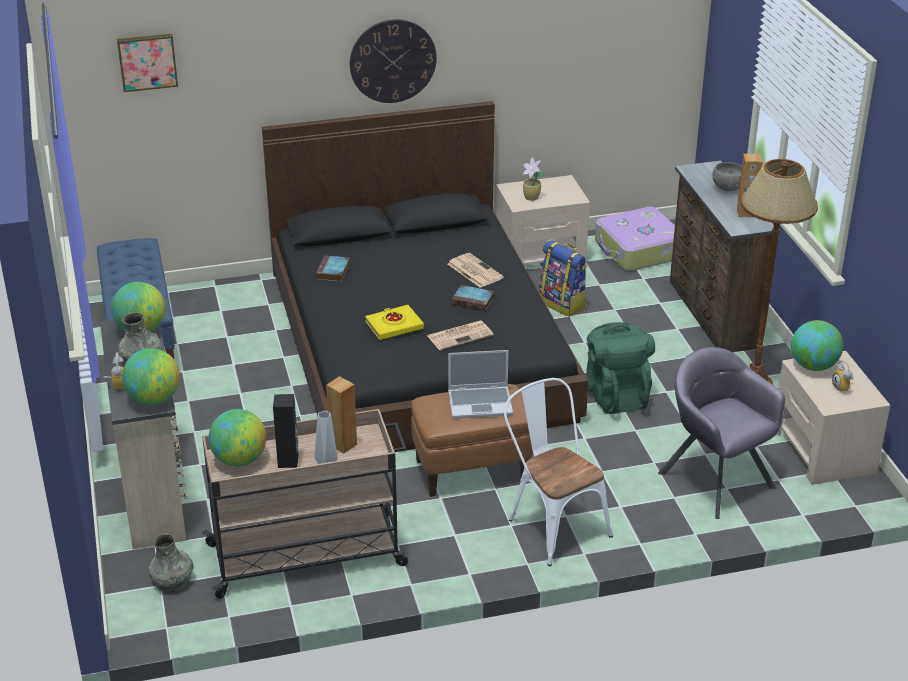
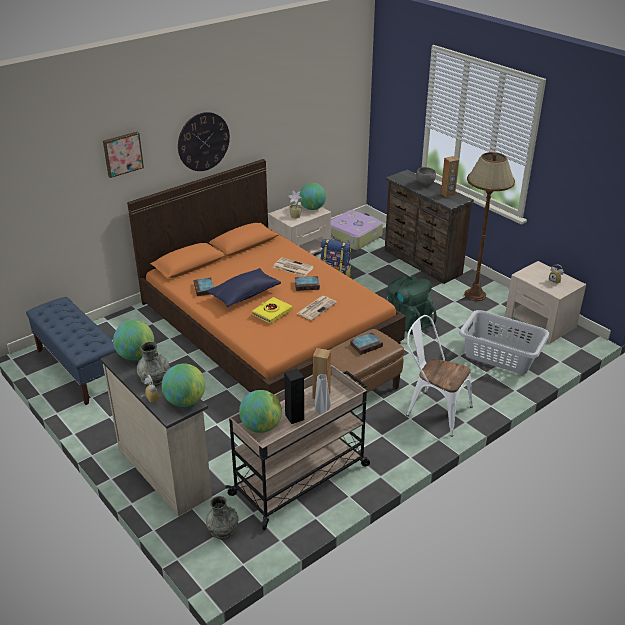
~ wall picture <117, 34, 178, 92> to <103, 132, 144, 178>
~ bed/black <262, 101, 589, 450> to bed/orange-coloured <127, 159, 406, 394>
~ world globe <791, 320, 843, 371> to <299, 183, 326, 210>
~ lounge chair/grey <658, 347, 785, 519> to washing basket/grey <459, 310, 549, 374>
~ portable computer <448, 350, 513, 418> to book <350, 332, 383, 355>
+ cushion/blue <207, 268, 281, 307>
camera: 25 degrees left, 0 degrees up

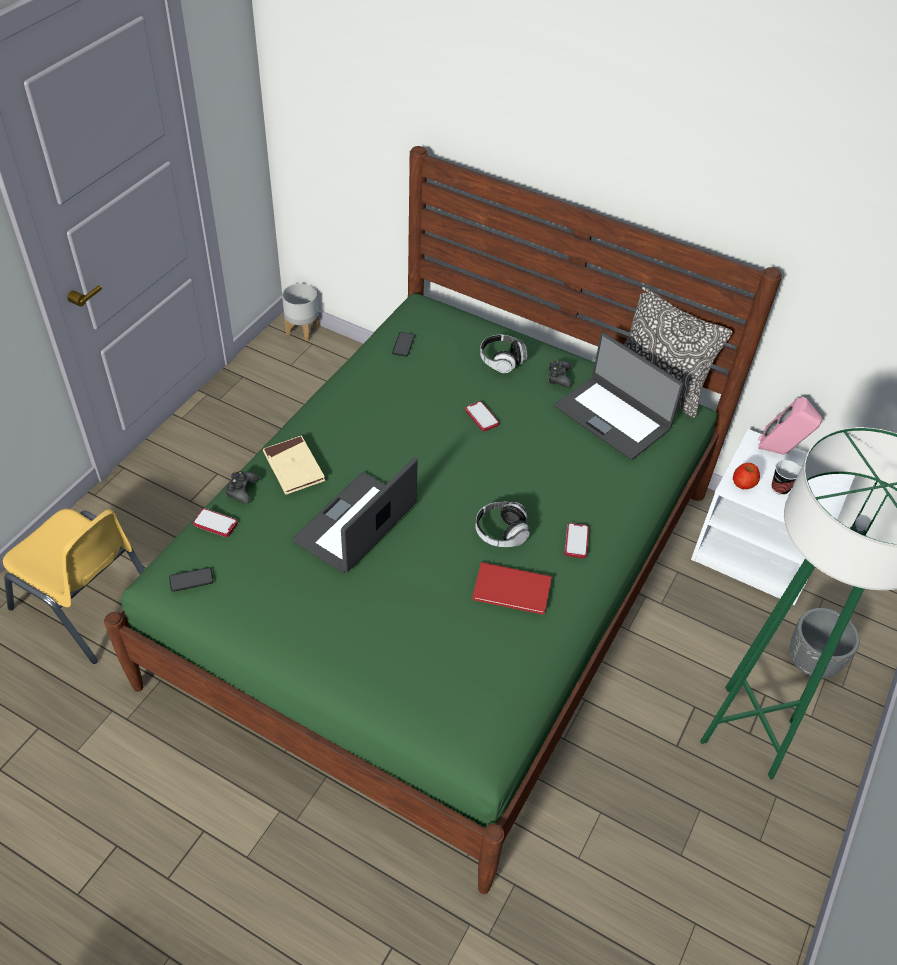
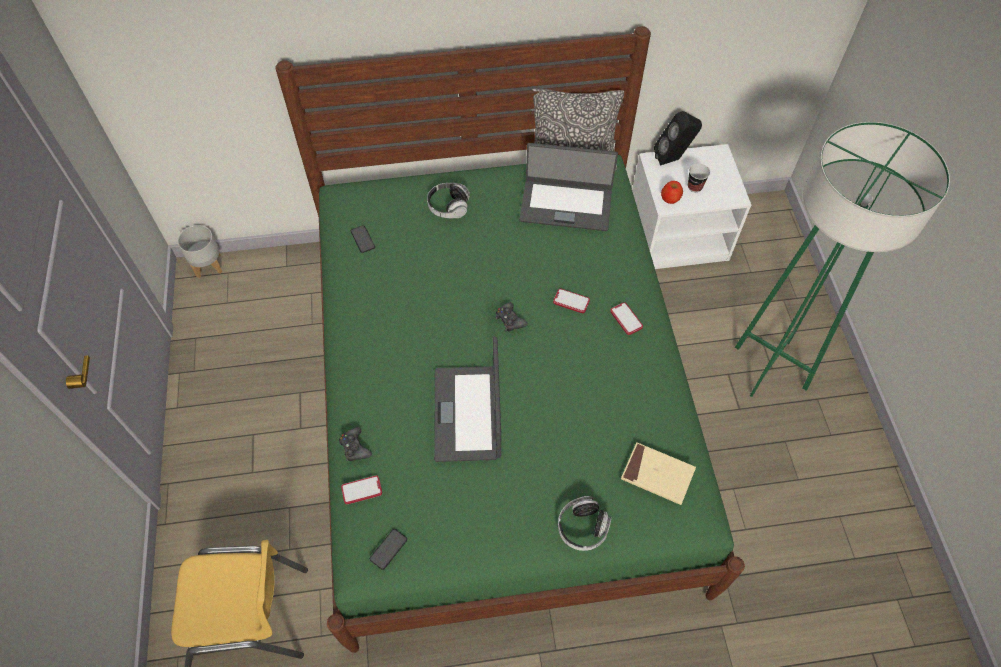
~ gamepad/black <547, 361, 572, 388> to <496, 302, 528, 332>
~ speaker/pinkish <758, 397, 822, 455> to speaker/black <654, 111, 702, 166>
~ telephone <465, 401, 499, 431> to <553, 288, 590, 313>
~ book/beige <263, 436, 325, 495> to <621, 442, 696, 505>
~ headset <475, 501, 530, 547> to <558, 496, 612, 551>
- book/reddish <472, 562, 552, 615>
- plant pot/grey <790, 608, 860, 678>
camera: 35 degrees left, 10 degrees up

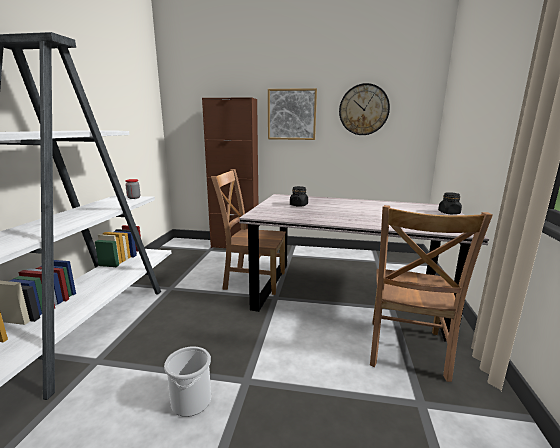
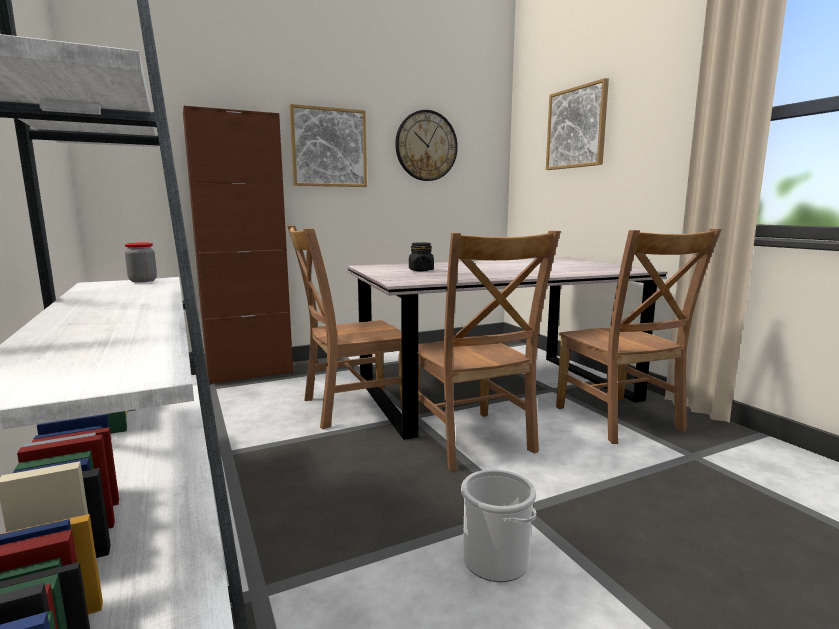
- preserve jar/black <438, 192, 462, 214>
+ wall picture <546, 78, 609, 170>
+ upright chair/brownish <418, 231, 561, 471>
camera: 35 degrees left, 5 degrees down

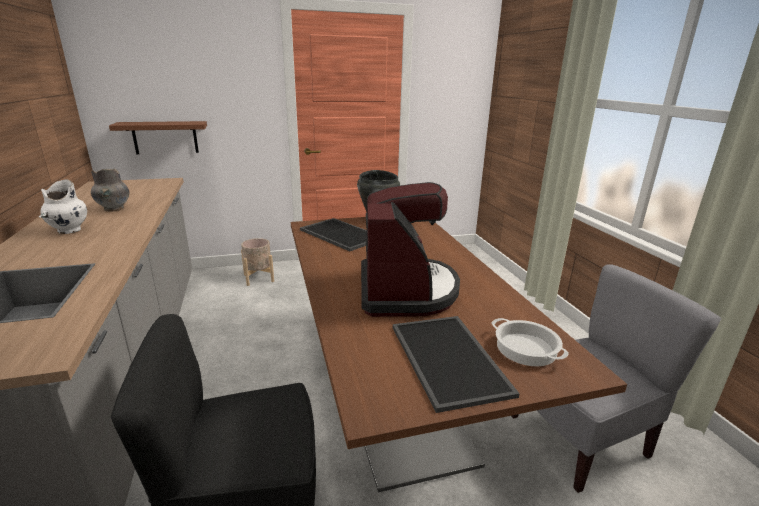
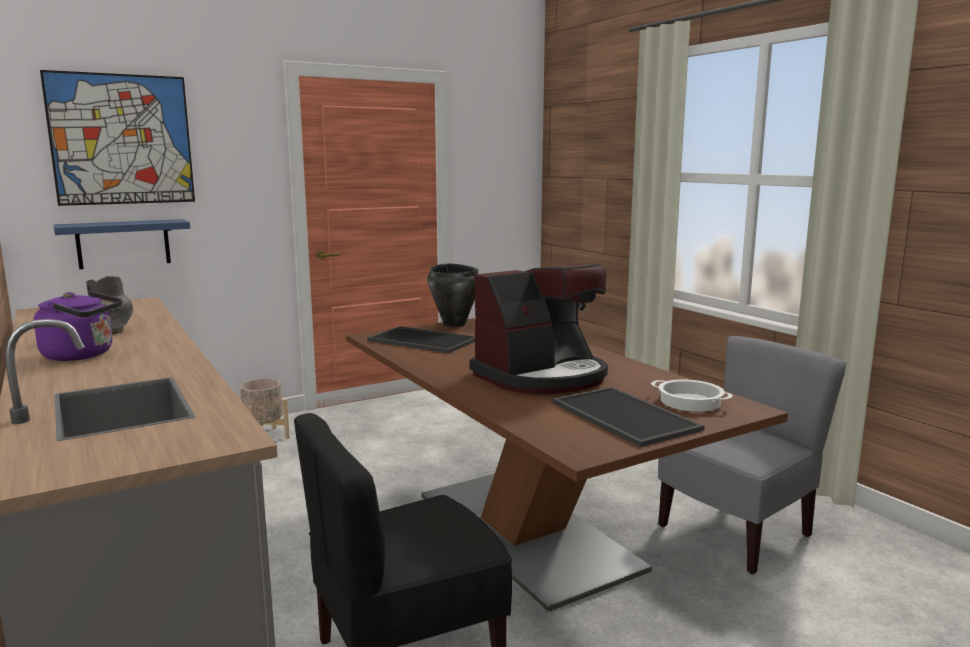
~ shelf/brownish <109, 121, 207, 154> to shelf/blue <54, 219, 190, 269>
~ decorative vase/white <39, 179, 87, 234> to kettle/purplish <34, 291, 122, 361>
~ coffee maker <361, 182, 460, 317> = <469, 264, 608, 394> 75 degrees clockwise
+ wall picture <40, 70, 195, 206>
camera: 15 degrees left, 10 degrees down

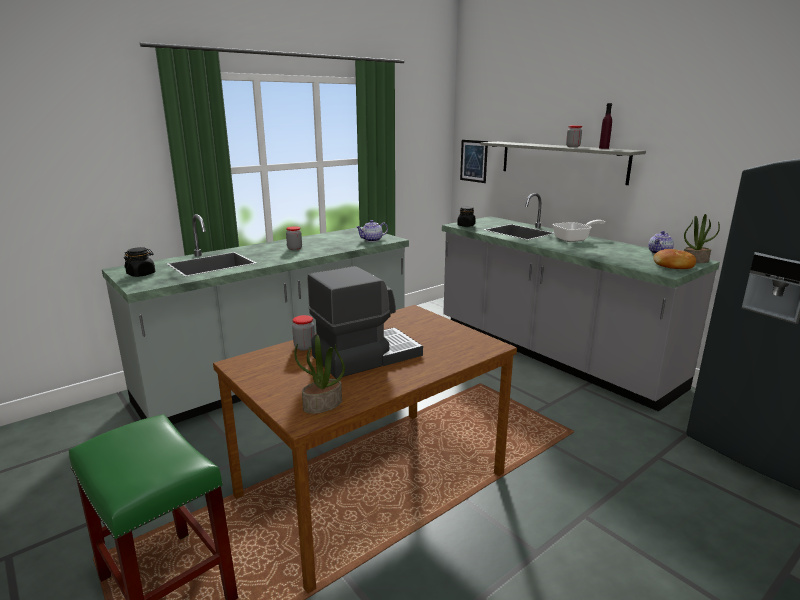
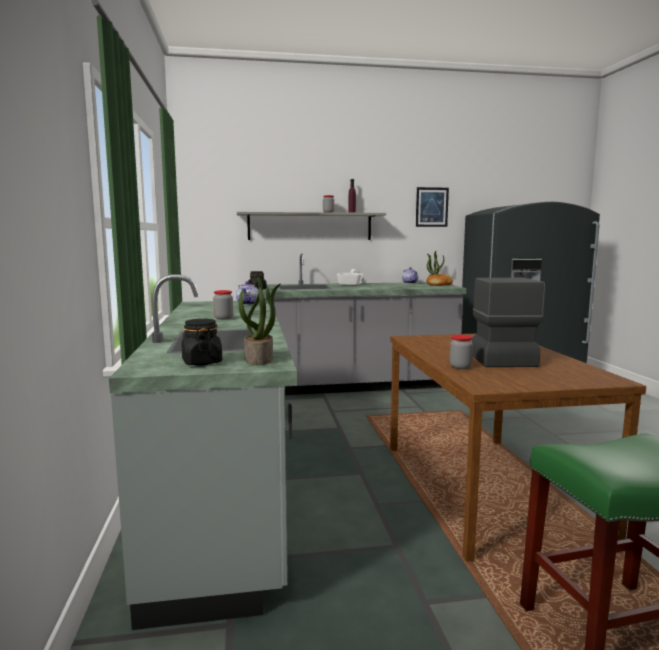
~ wall picture <460, 140, 488, 183> to <416, 187, 449, 227>
~ houseplant <294, 335, 345, 414> to <238, 277, 281, 365>
camera: 60 degrees left, 10 degrees down

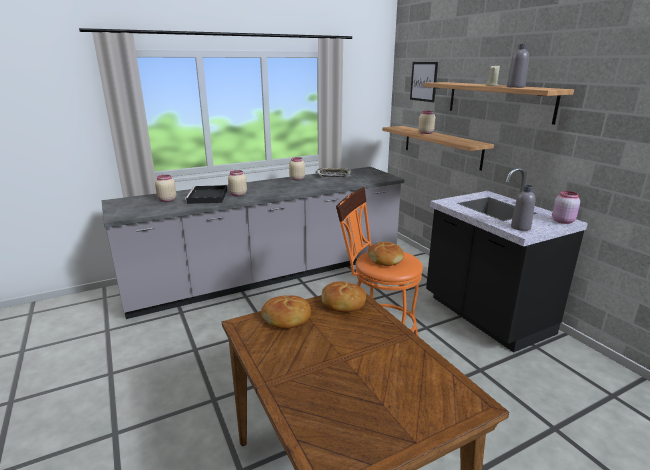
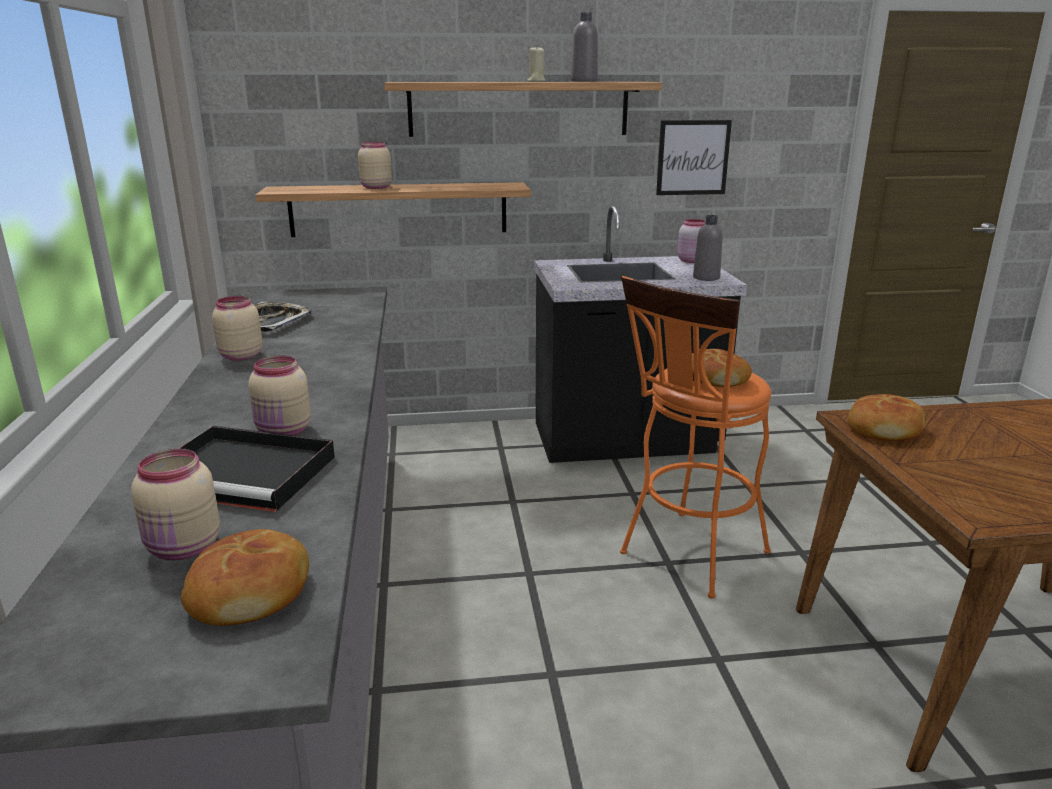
~ wall picture <410, 62, 438, 102> to <656, 120, 732, 195>
~ bread <261, 295, 311, 329> to <181, 529, 309, 626>
camera: 70 degrees left, 0 degrees up

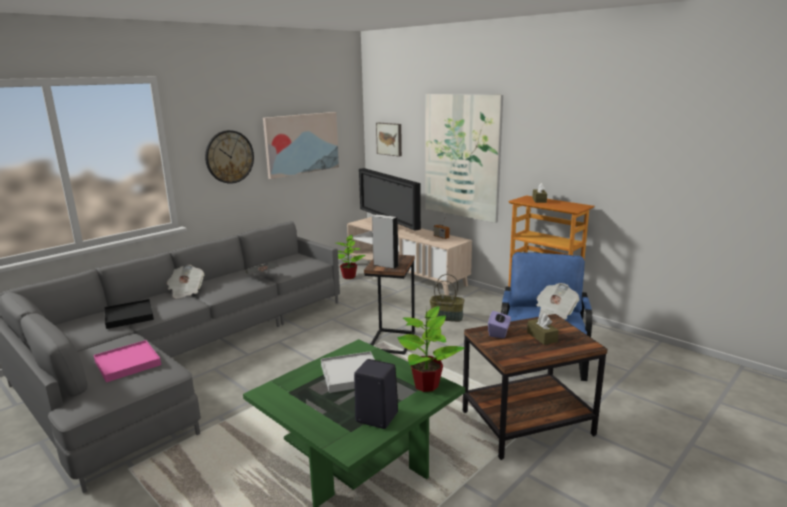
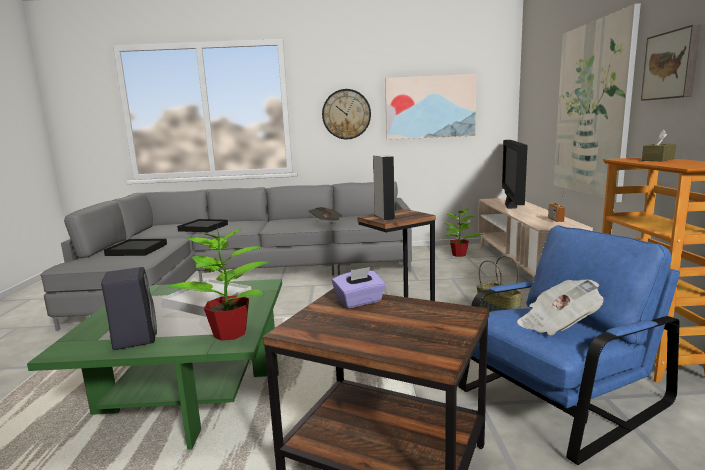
~ wall picture <376, 123, 402, 156> to <641, 24, 701, 101>
- printed paper <166, 264, 204, 298>
- tissue holder/brownish <527, 313, 559, 345>
~ tray/pinkish <94, 340, 161, 382> to tray/black <104, 239, 167, 256>
camera: 45 degrees right, 5 degrees down

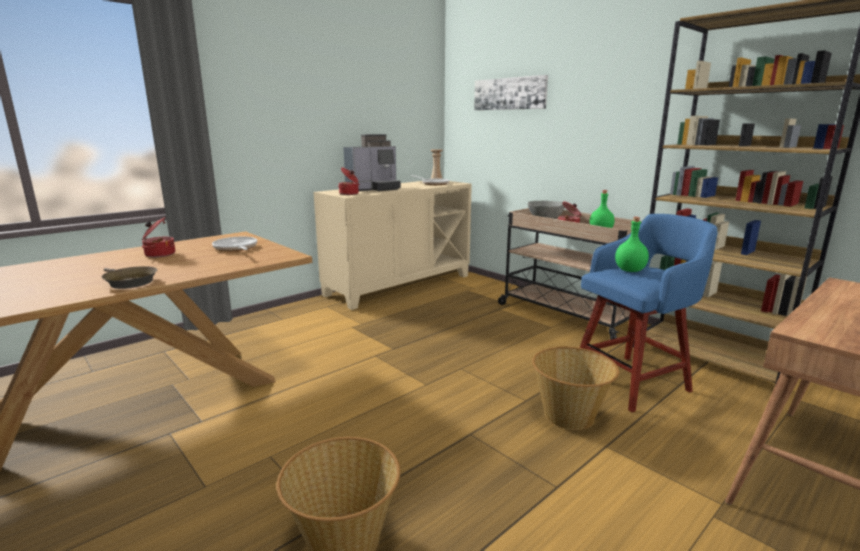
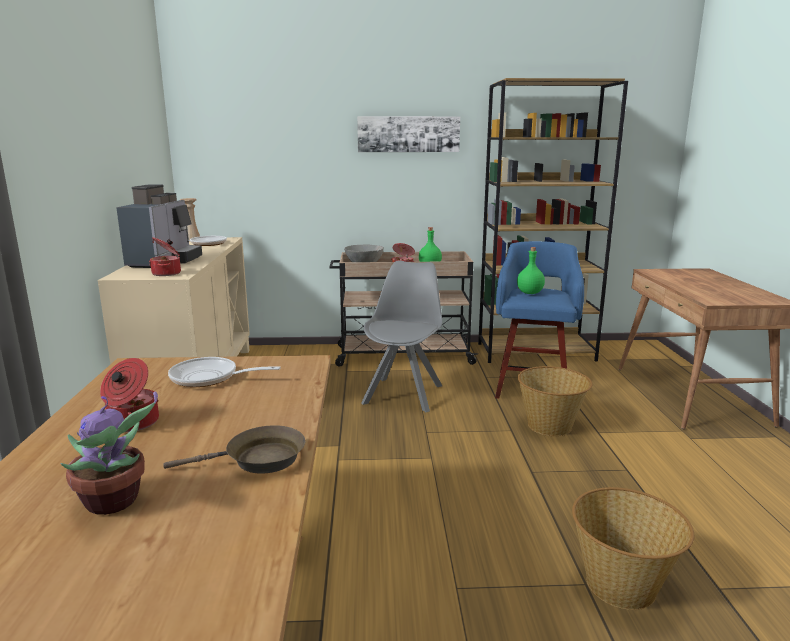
~ wall picture <474, 75, 548, 110> to <357, 116, 460, 152>
+ upright chair/grey <361, 260, 442, 412>
+ houseplant <61, 392, 158, 515>
camera: 50 degrees left, 0 degrees up

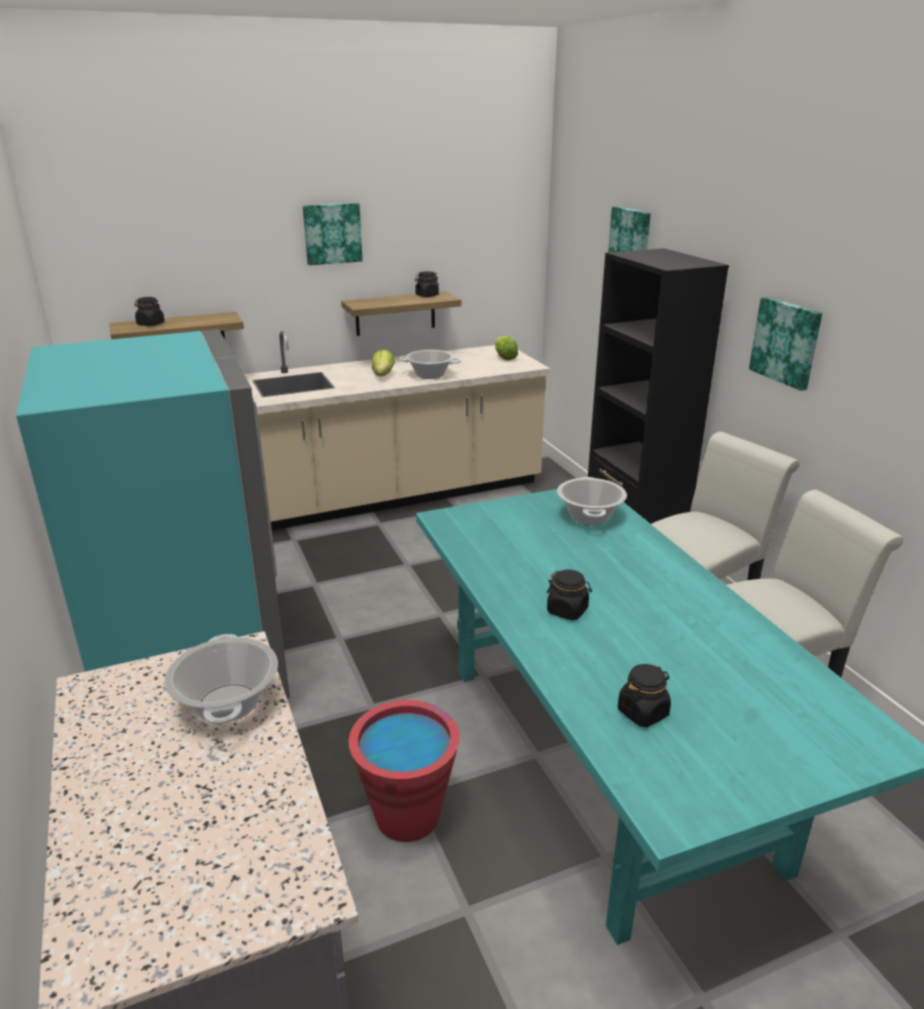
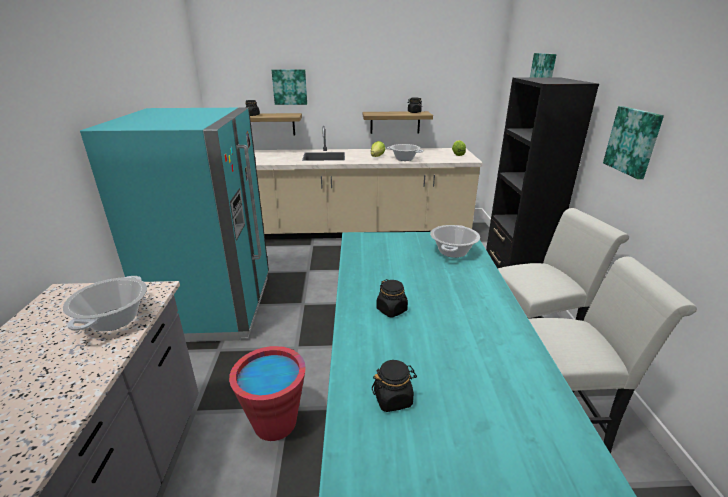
~ wall picture <303, 203, 363, 265> to <272, 69, 307, 105>
camera: 20 degrees right, 0 degrees up

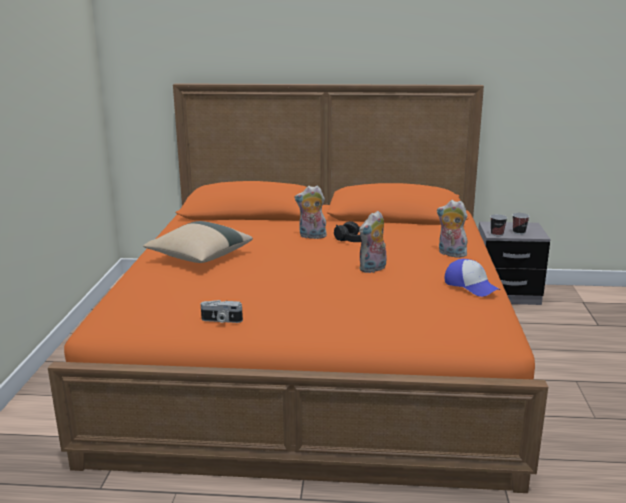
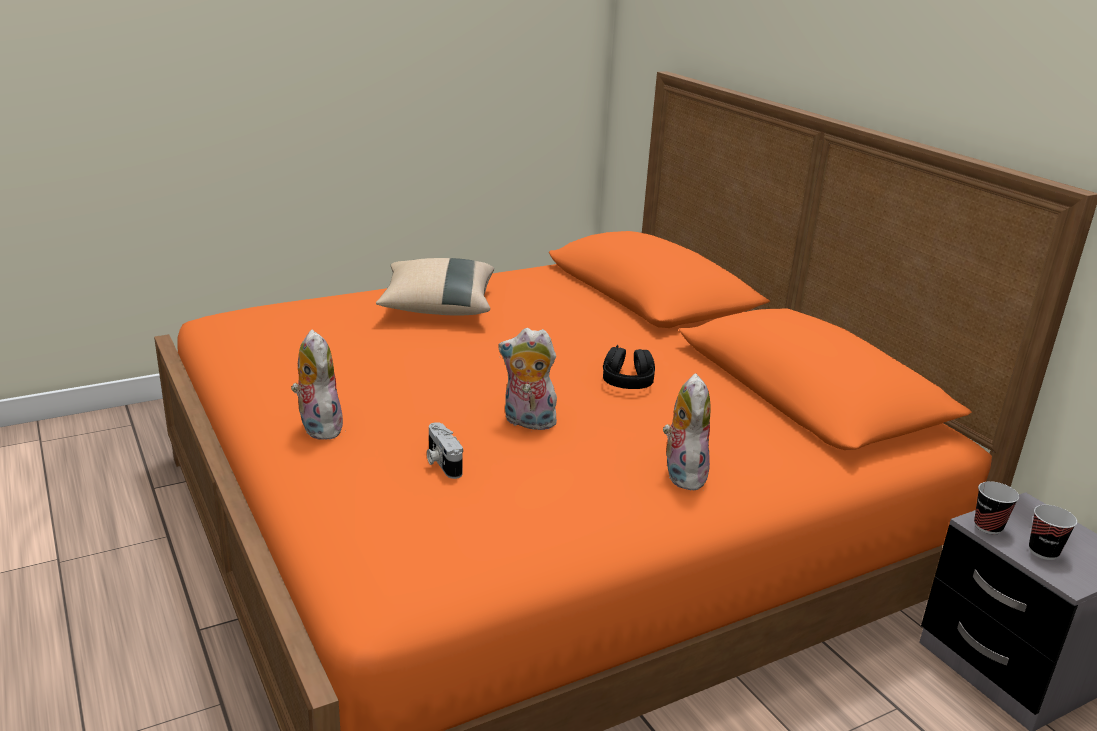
~ cuddly toy <294, 186, 327, 239> to <291, 329, 343, 440>
- peaked cap <445, 259, 500, 297>
~ photo camera <201, 300, 243, 323> to <427, 422, 463, 479>
camera: 55 degrees right, 5 degrees up

